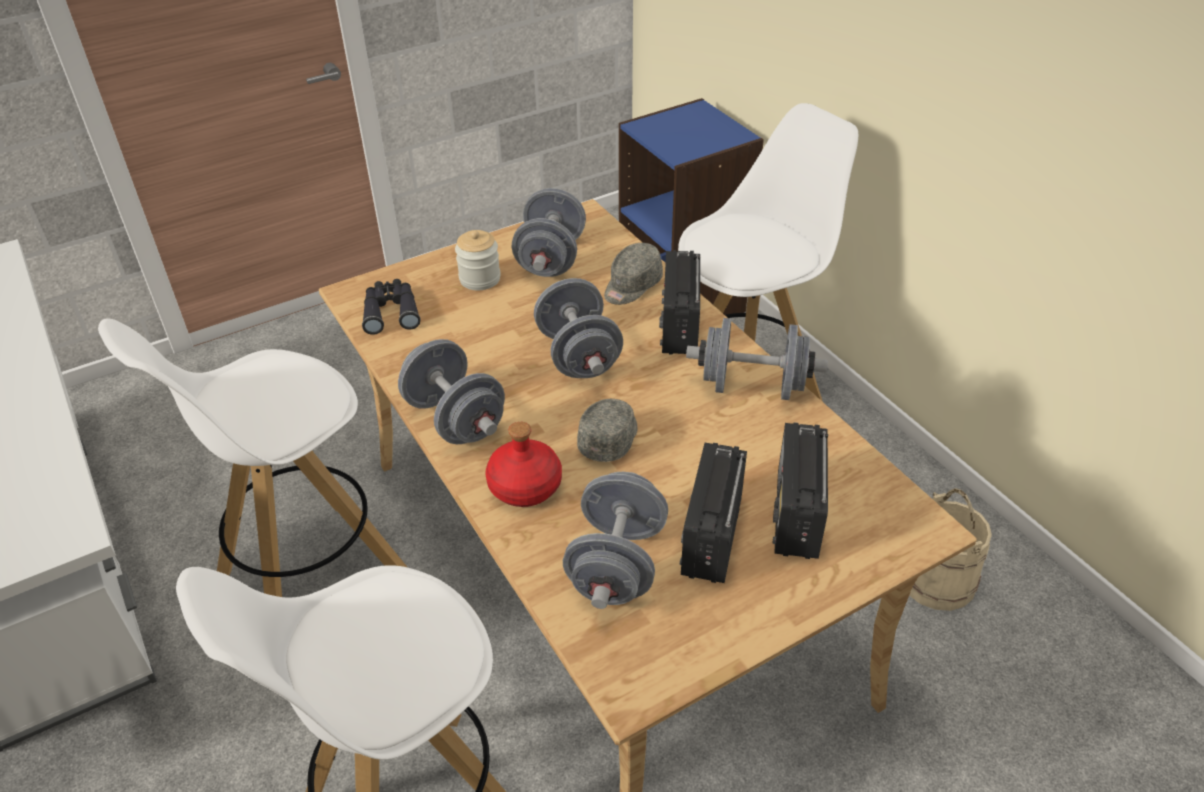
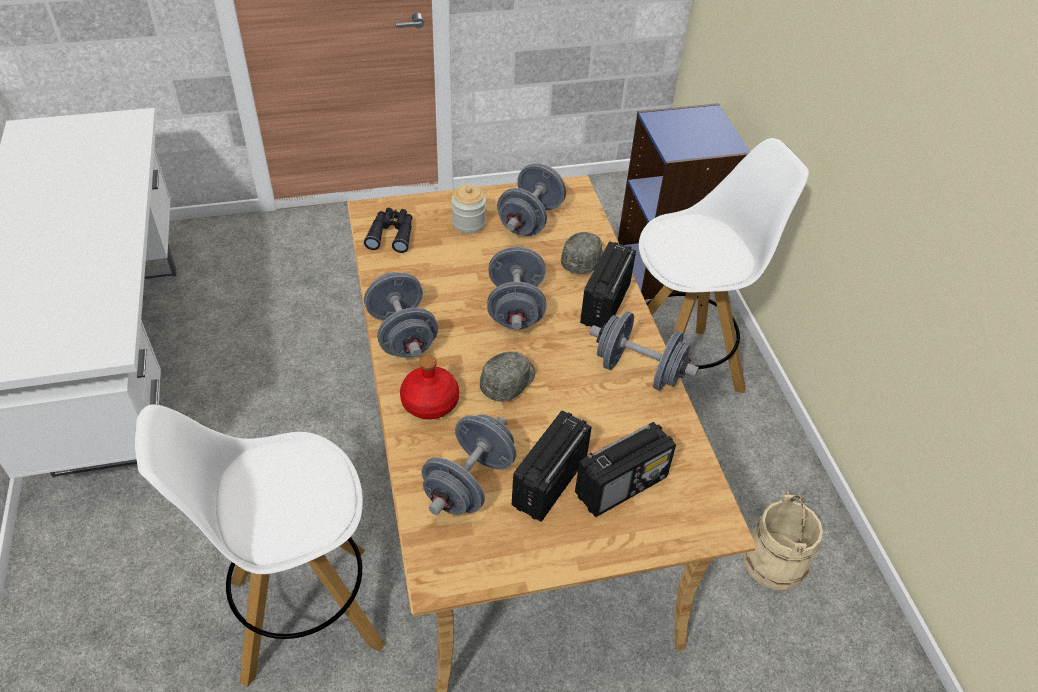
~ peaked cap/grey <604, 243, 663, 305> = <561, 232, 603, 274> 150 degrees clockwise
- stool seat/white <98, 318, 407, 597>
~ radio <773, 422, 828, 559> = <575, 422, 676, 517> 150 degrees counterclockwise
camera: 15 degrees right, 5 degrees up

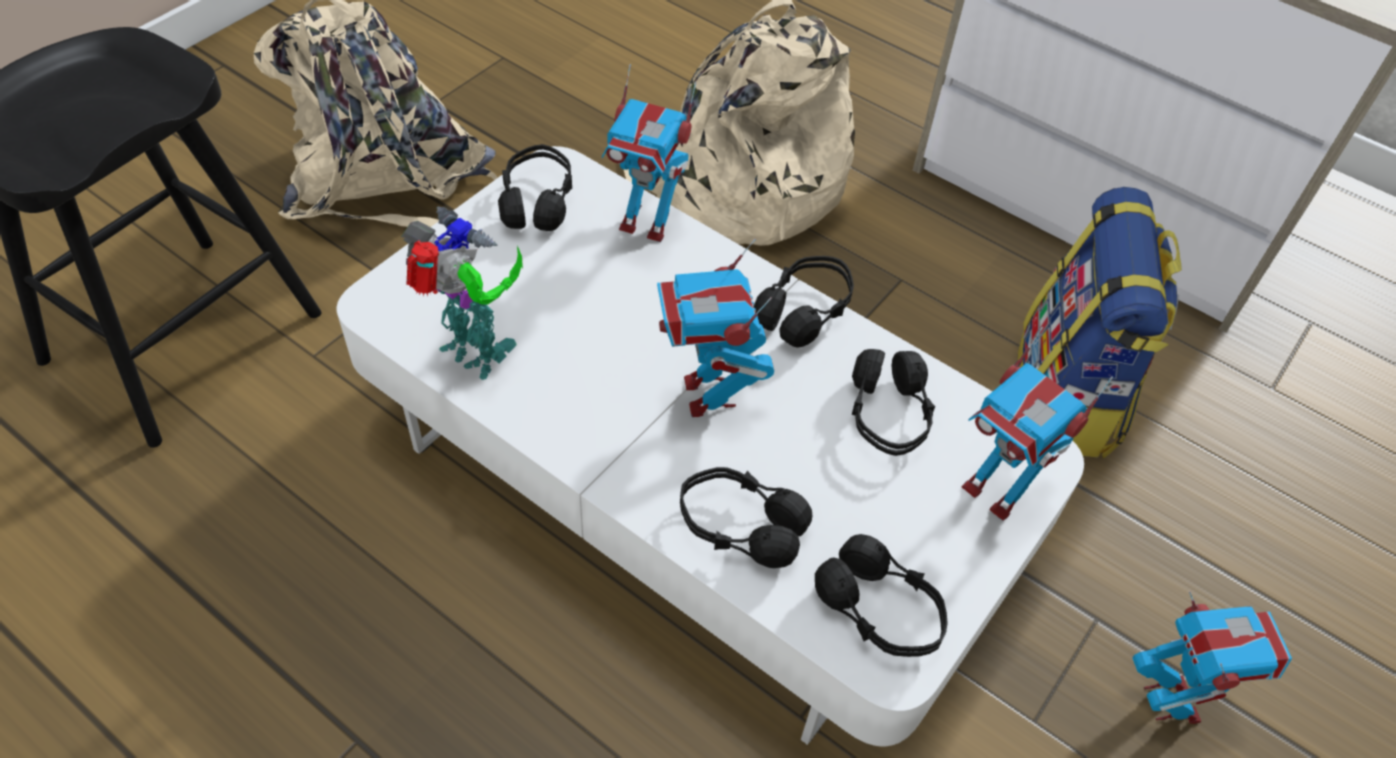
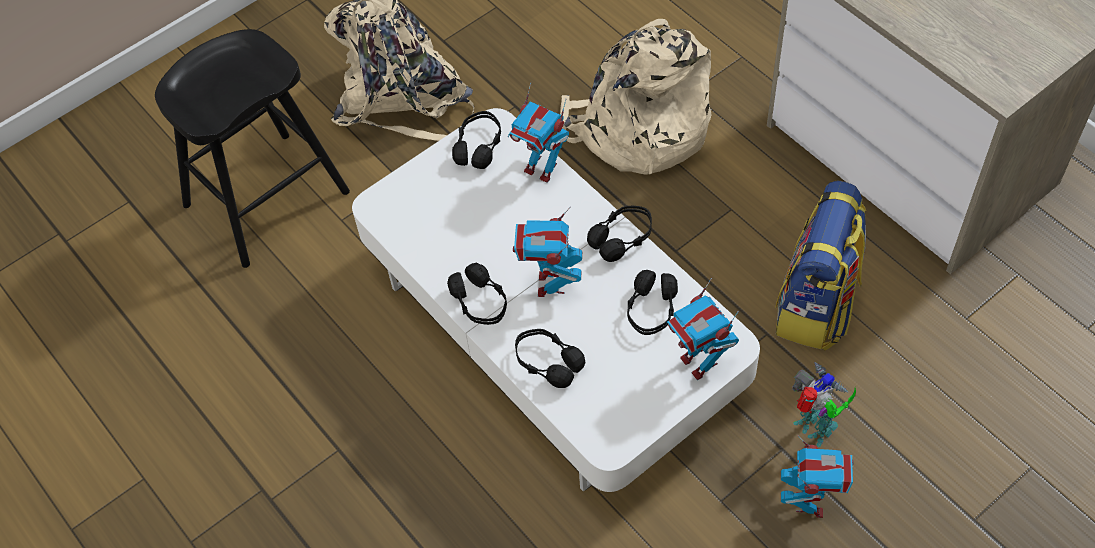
~ robot figure <401, 206, 523, 380> to <792, 362, 856, 447>
~ headset/black <815, 534, 948, 657> to <447, 263, 507, 325>
camera: 20 degrees right, 5 degrees up

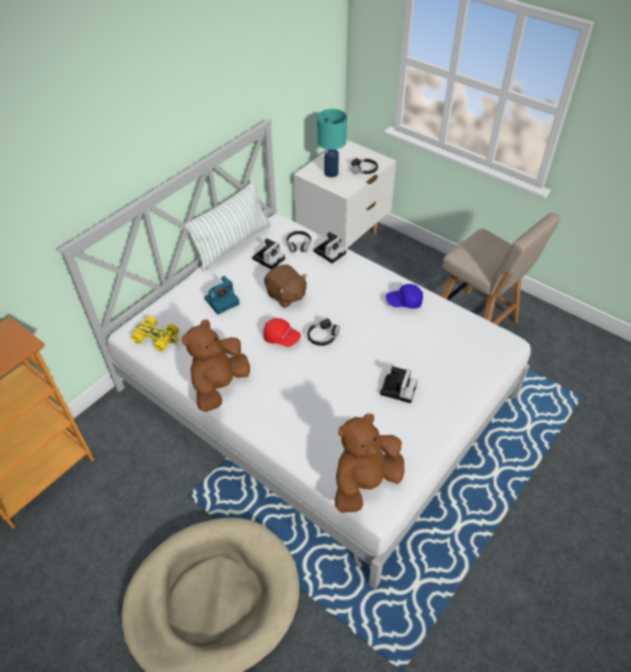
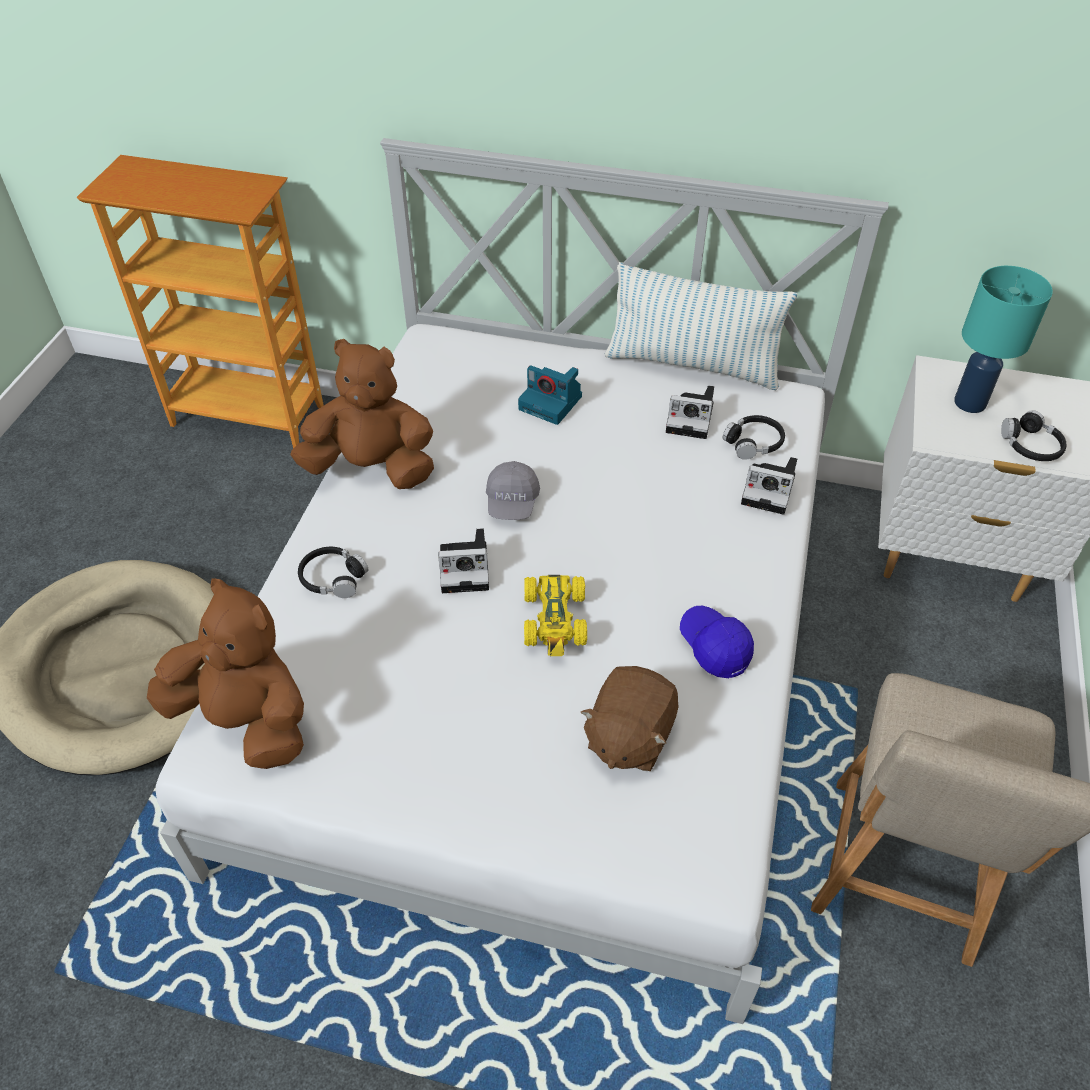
~ cuddly toy/brownish <264, 264, 307, 308> to <581, 666, 679, 771>
~ toy car/yellow-coloured <131, 316, 179, 352> to <524, 575, 587, 656>
~ peaked cap/reddish <263, 318, 301, 347> to peaked cap/grey <486, 461, 540, 520>
~ headset/black <307, 318, 340, 346> to <298, 547, 369, 598>
~ photo camera <380, 366, 418, 403> to <438, 528, 489, 593>
camera: 65 degrees right, 0 degrees up

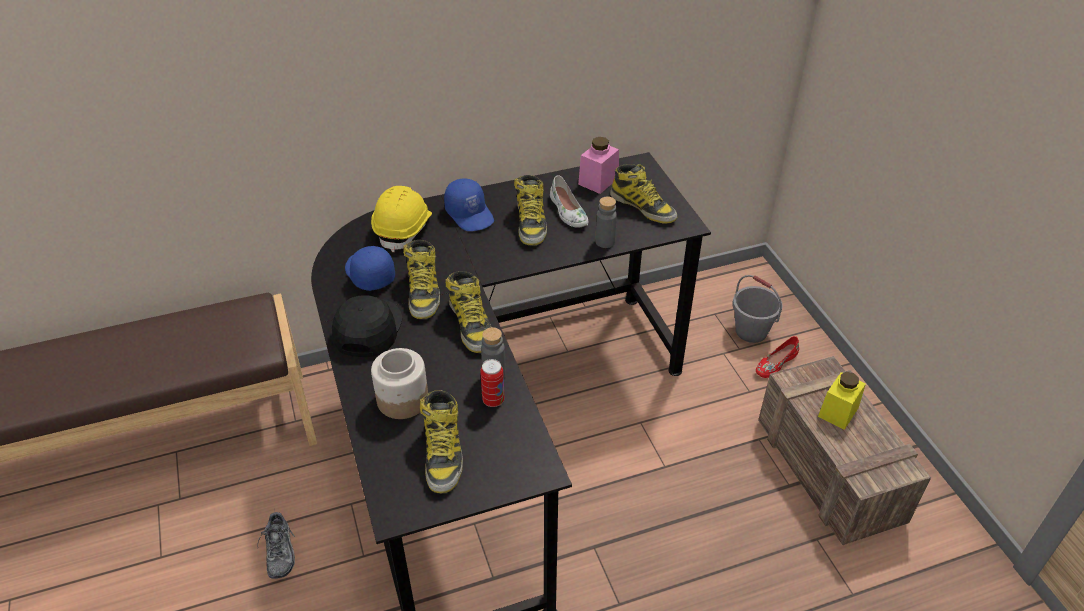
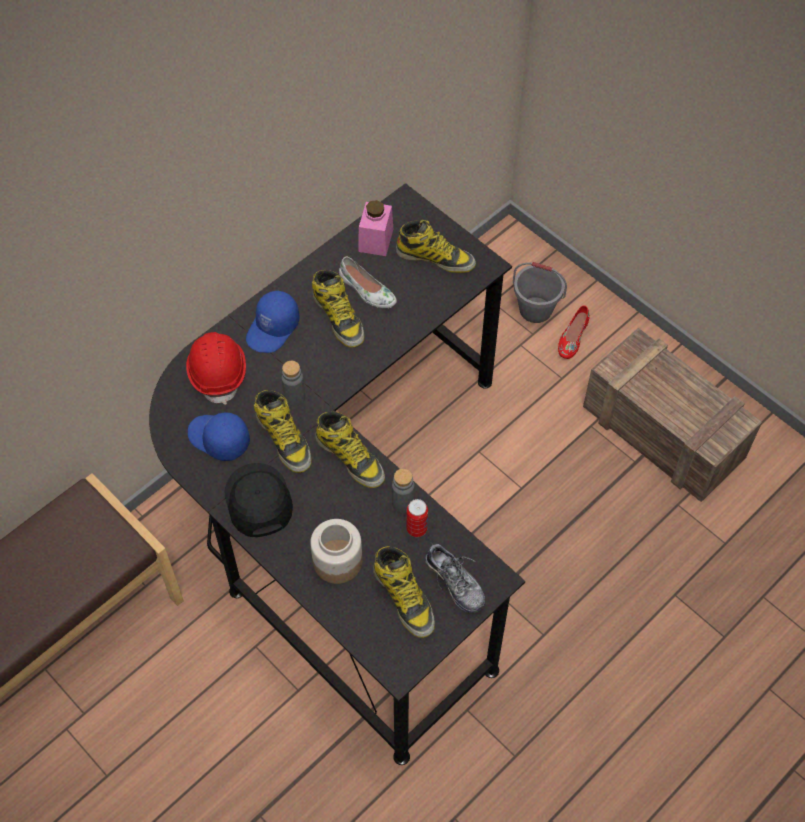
~ peaked cap/blue <444, 178, 494, 231> = <246, 290, 300, 353> 90 degrees clockwise
~ work helmet/yellow-coloured <371, 186, 432, 252> to work helmet/reddish <186, 332, 246, 405>
~ bottle/grey <595, 197, 617, 248> to <282, 361, 305, 406>
- preserve jar/yellow-coloured <818, 372, 866, 430>
~ low shoe <257, 510, 295, 579> to <425, 544, 485, 613>
camera: 25 degrees left, 15 degrees up

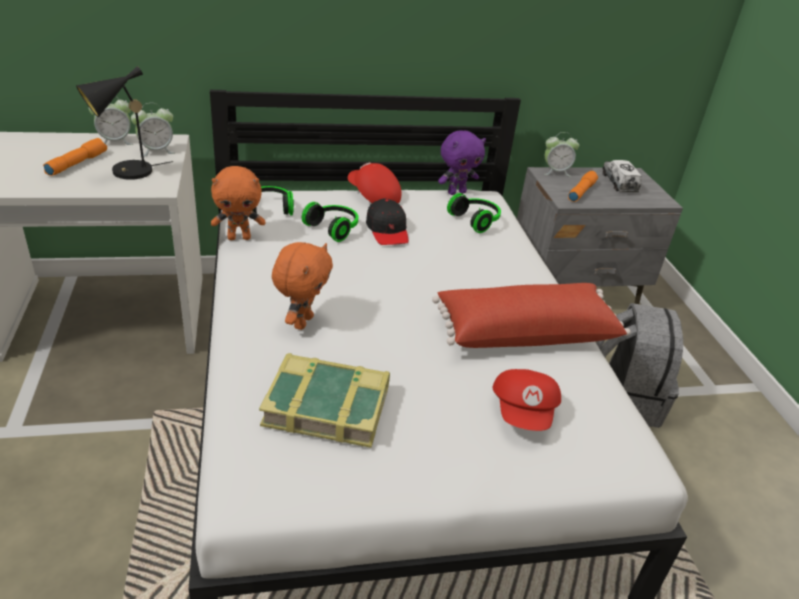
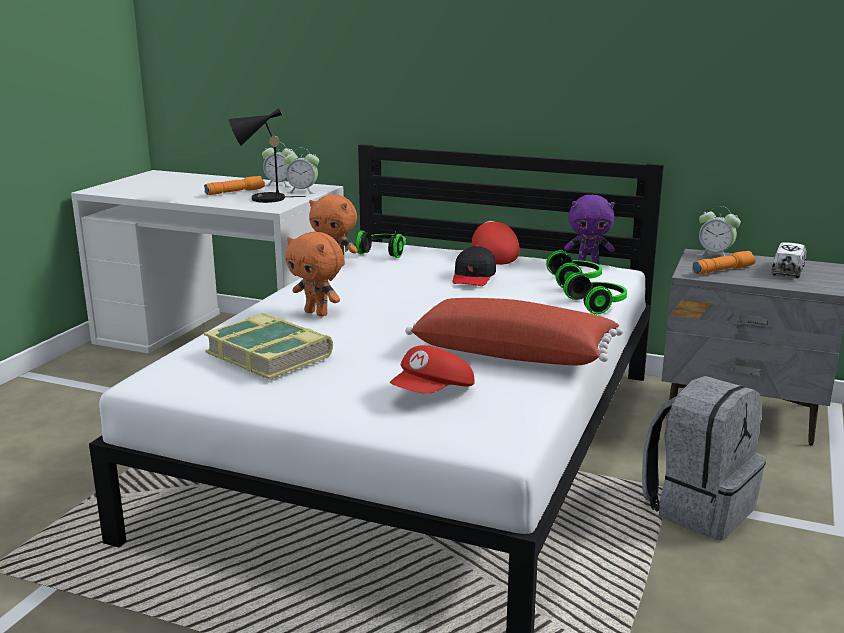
~ headset <302, 202, 358, 242> to <564, 273, 627, 315>
~ cuddly toy/orange-coloured <272, 242, 333, 330> = <285, 232, 344, 317> 75 degrees clockwise
camera: 35 degrees right, 15 degrees down

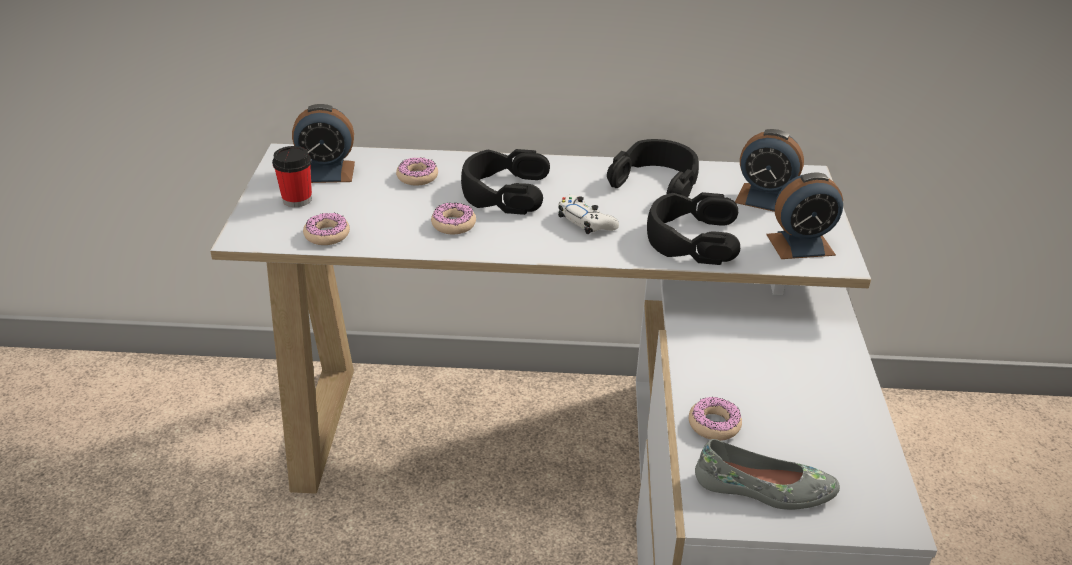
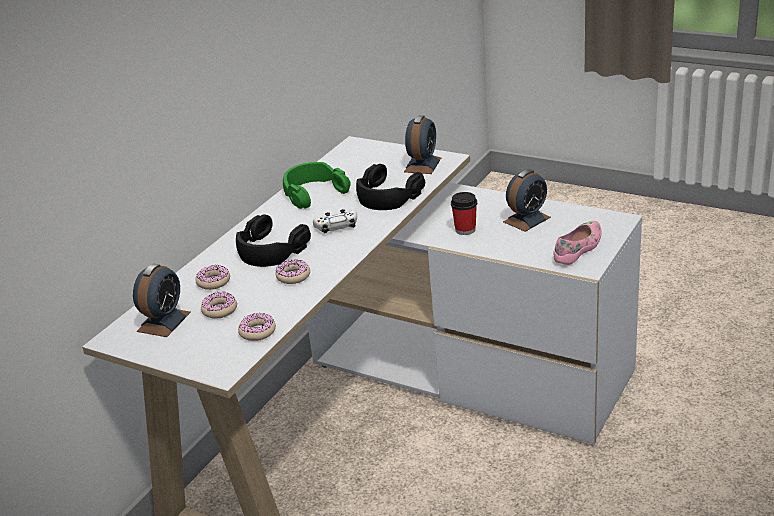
~ bedside clock <735, 129, 804, 212> to <503, 169, 551, 232>
~ headset/black <607, 139, 699, 197> to headset/greenish <283, 162, 351, 209>
~ drinking cup <272, 146, 312, 207> to <451, 192, 477, 235>
~ donut <689, 396, 742, 441> to <201, 292, 237, 319>
~ low shoe/grey <695, 439, 840, 510> to low shoe/pinkish <554, 221, 602, 265>
camera: 60 degrees left, 5 degrees down

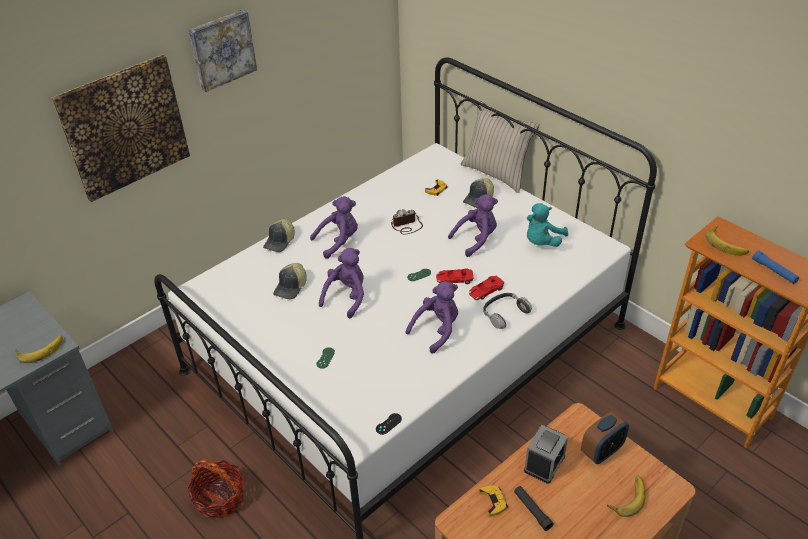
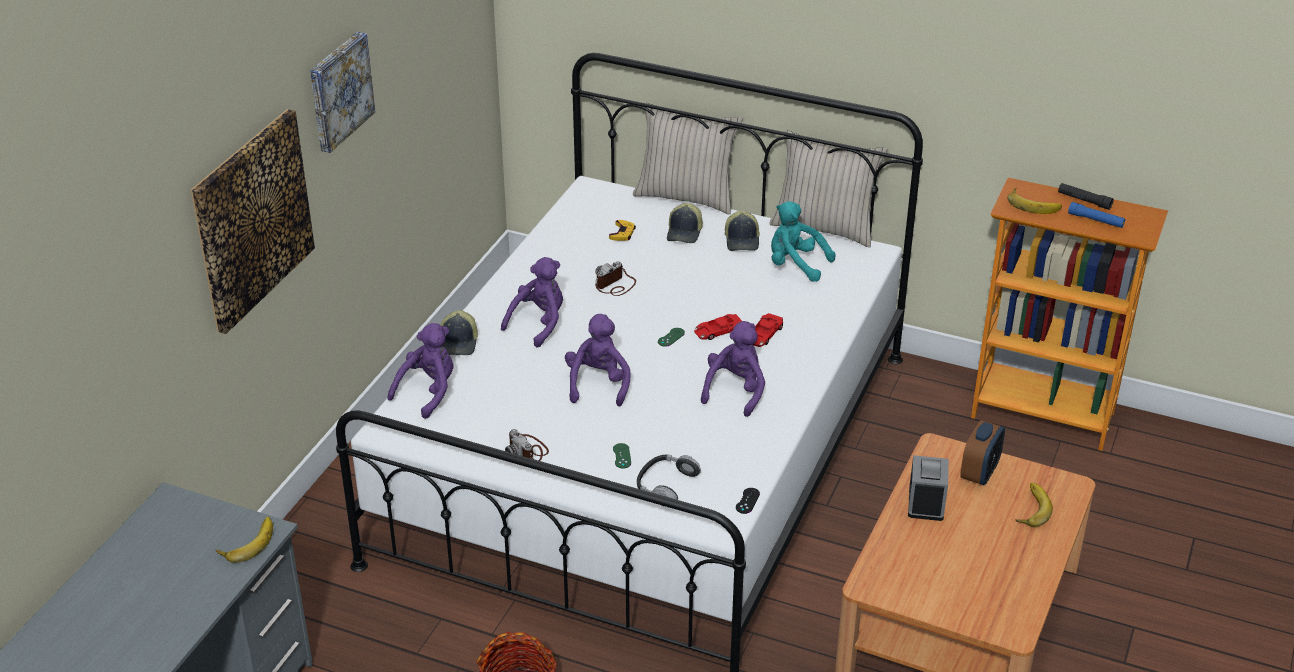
~ cuddly toy/purplish <448, 194, 498, 257> to <387, 323, 454, 419>
~ cuddly toy/turquoise-coloured <526, 203, 568, 247> = <771, 201, 836, 282> 105 degrees clockwise
~ peaked cap <273, 263, 307, 299> to <725, 211, 760, 251>
~ headset <483, 293, 532, 329> to <637, 454, 701, 500>
- gamepad/yellow-coloured <479, 486, 508, 516>
~ hand torch/black <514, 486, 554, 531> to <1058, 183, 1114, 210>
+ cushion/beige <769, 130, 887, 248>
+ photo camera <505, 429, 549, 461>
camera: 25 degrees left, 5 degrees down

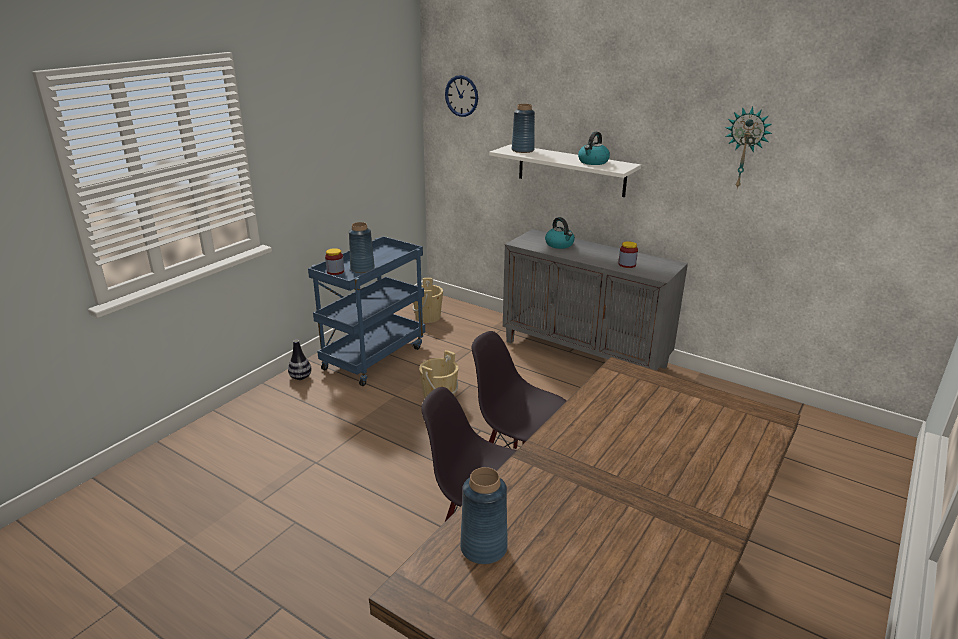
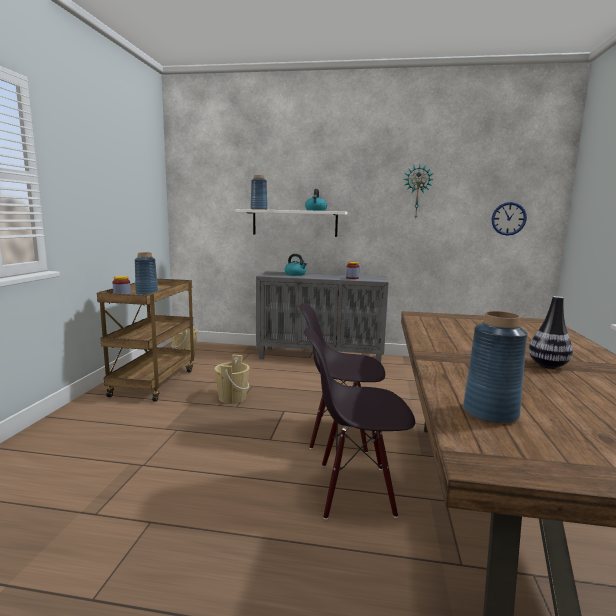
~ hanging clock <445, 75, 478, 117> to <492, 202, 527, 236>
~ wheeled cart/blue <308, 236, 425, 386> to wheeled cart/brownish <97, 279, 195, 402>
~ decorative vase <288, 340, 312, 380> to <529, 296, 573, 369>
camera: 25 degrees left, 15 degrees down

